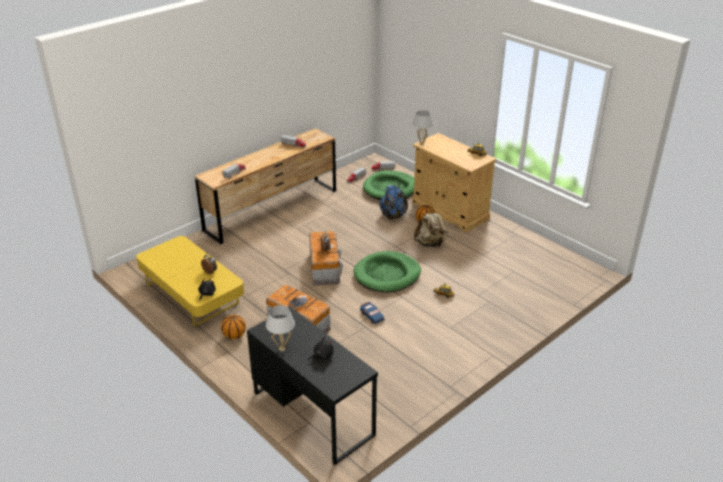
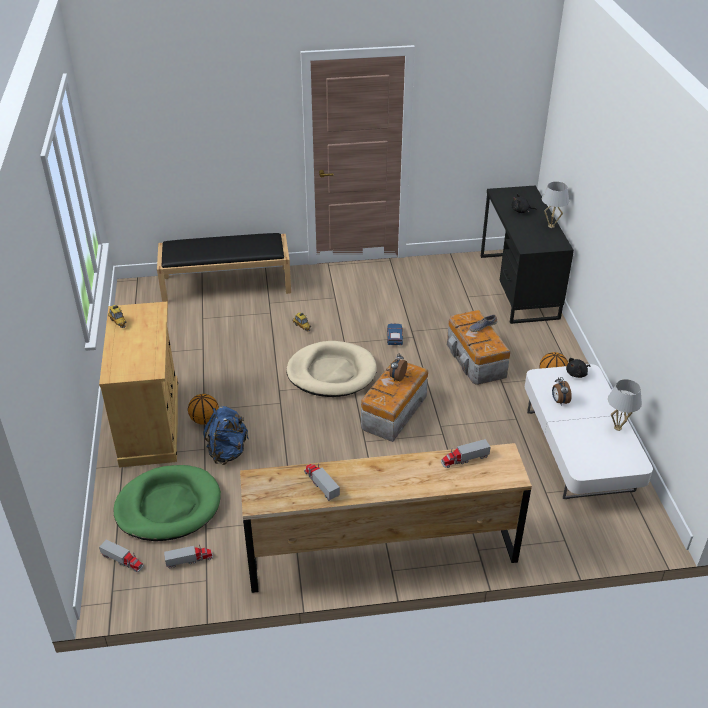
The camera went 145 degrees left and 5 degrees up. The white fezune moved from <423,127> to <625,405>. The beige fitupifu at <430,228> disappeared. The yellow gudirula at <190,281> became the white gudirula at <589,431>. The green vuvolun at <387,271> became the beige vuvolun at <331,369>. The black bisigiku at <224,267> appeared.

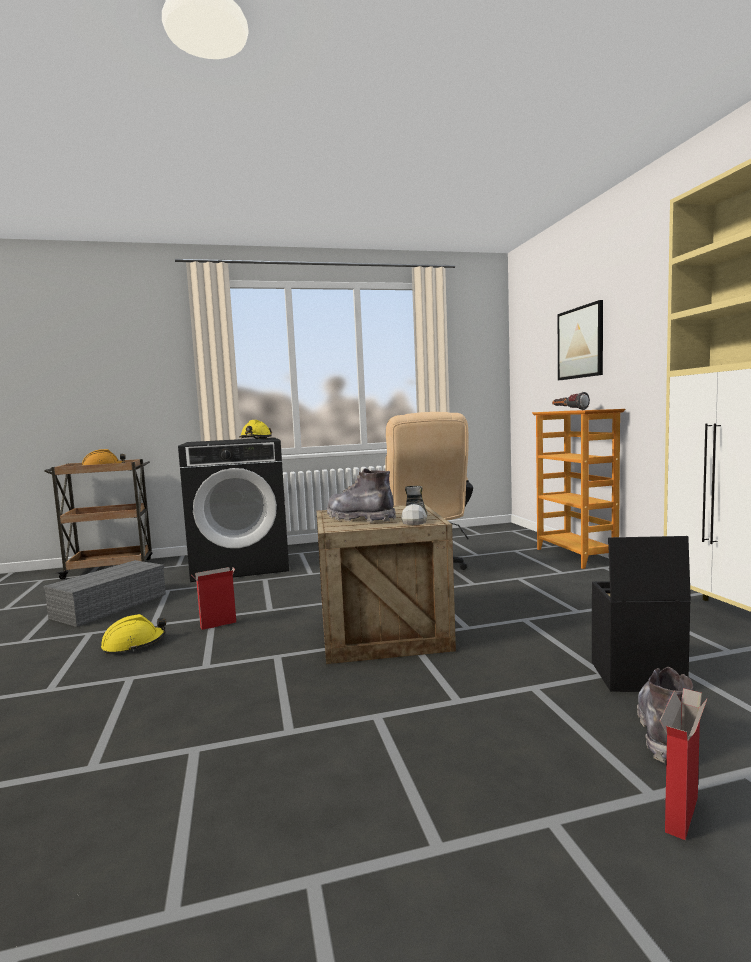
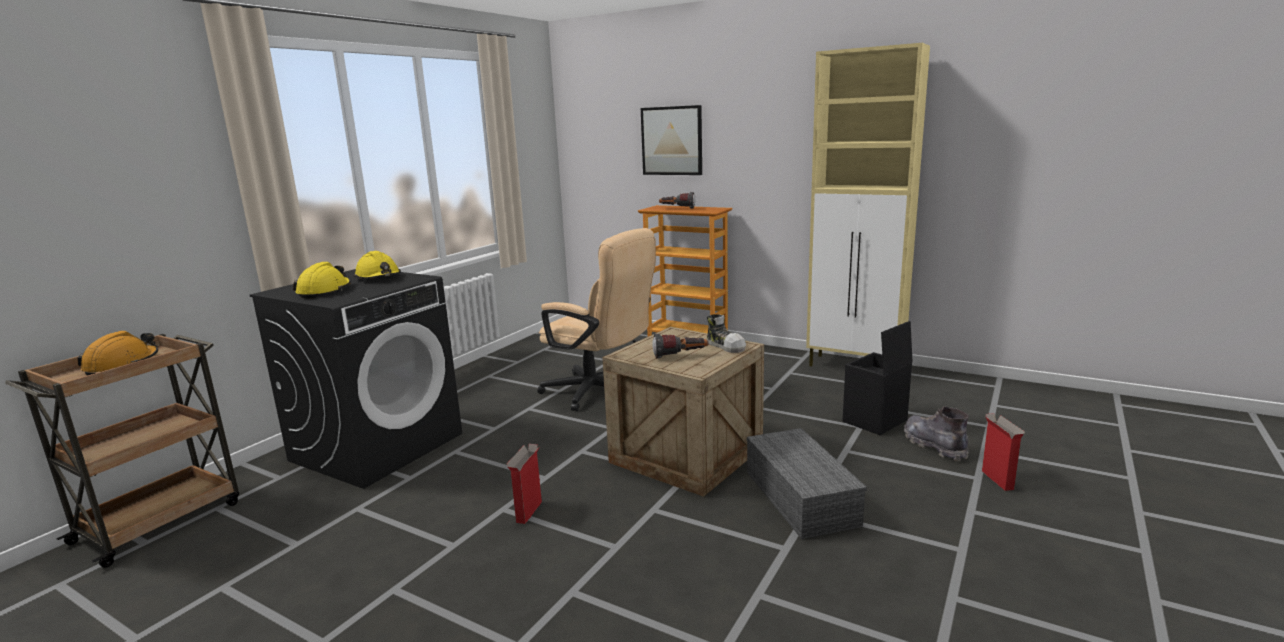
The camera went 45 degrees left and 10 degrees up. The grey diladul at <361,495> was replaced by the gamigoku at <680,345>. The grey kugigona moved from <104,593> to <807,483>. The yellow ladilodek moved from <133,634> to <322,280>.

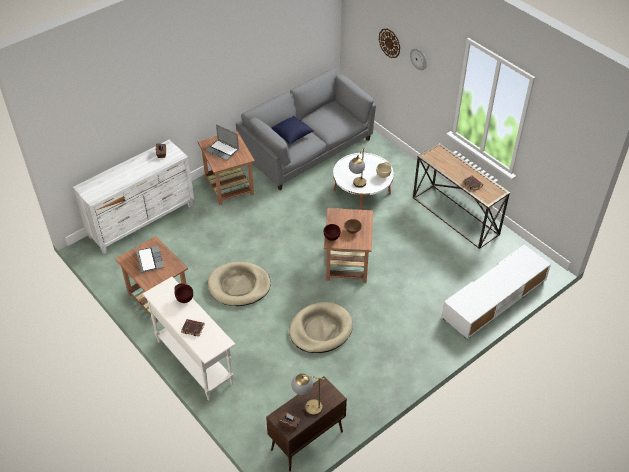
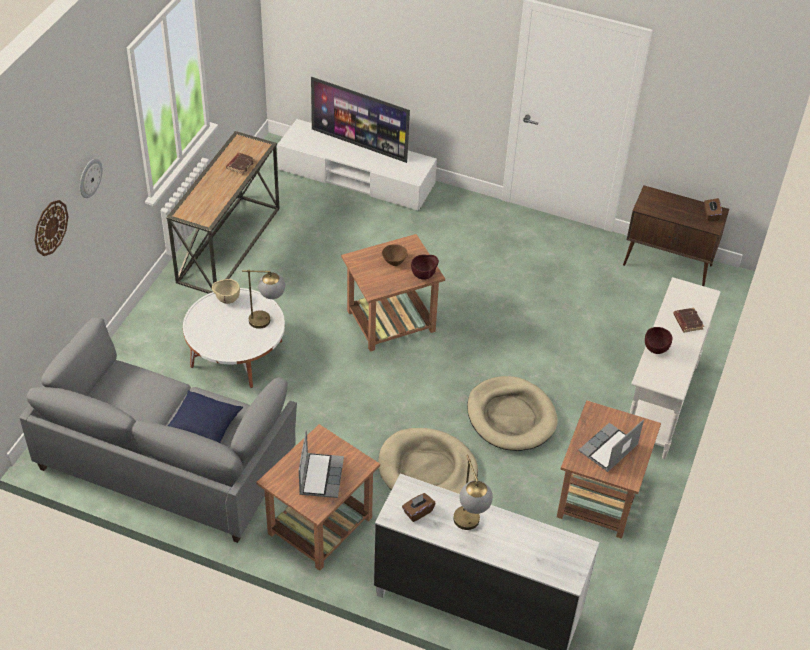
The camera went 120 degrees left and 0 degrees up. The beige vuvolun moved from <321,327> to <428,461>. The fezune moved from <308,394> to <473,492>. The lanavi at <360,120> appeared.

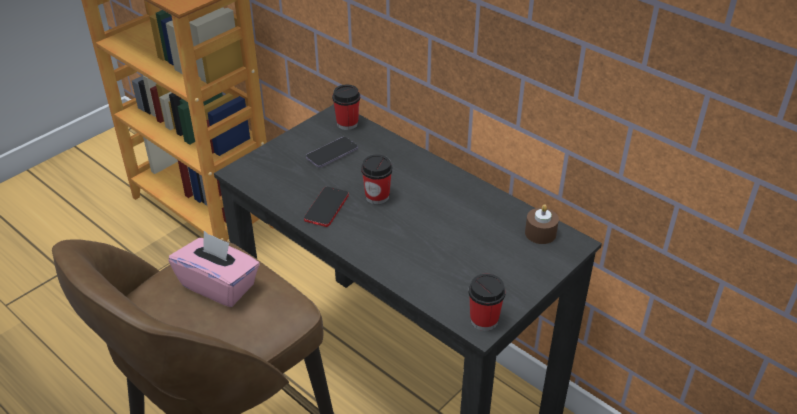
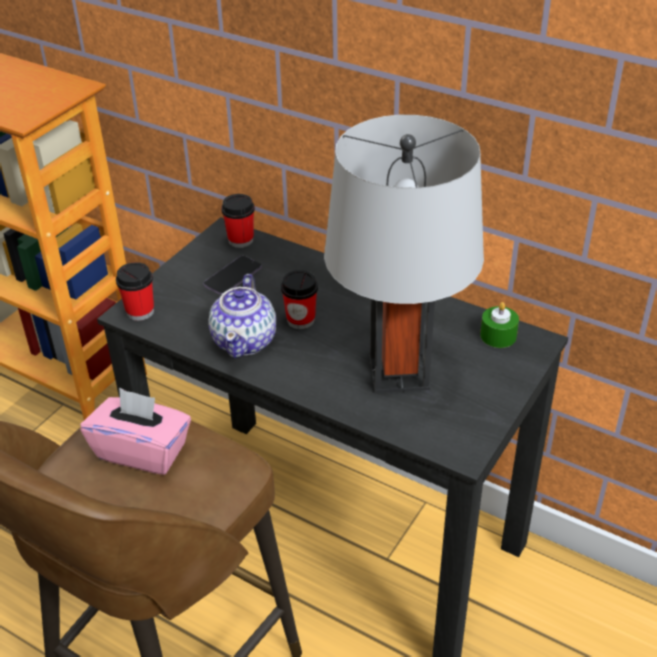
The camera went 10 degrees left and 0 degrees up. The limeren at <326,206> was replaced by the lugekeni at <242,316>. The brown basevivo at <542,224> became the green basevivo at <499,325>. The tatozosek moved from <487,302> to <135,291>. The grey fezune at <404,254> appeared.

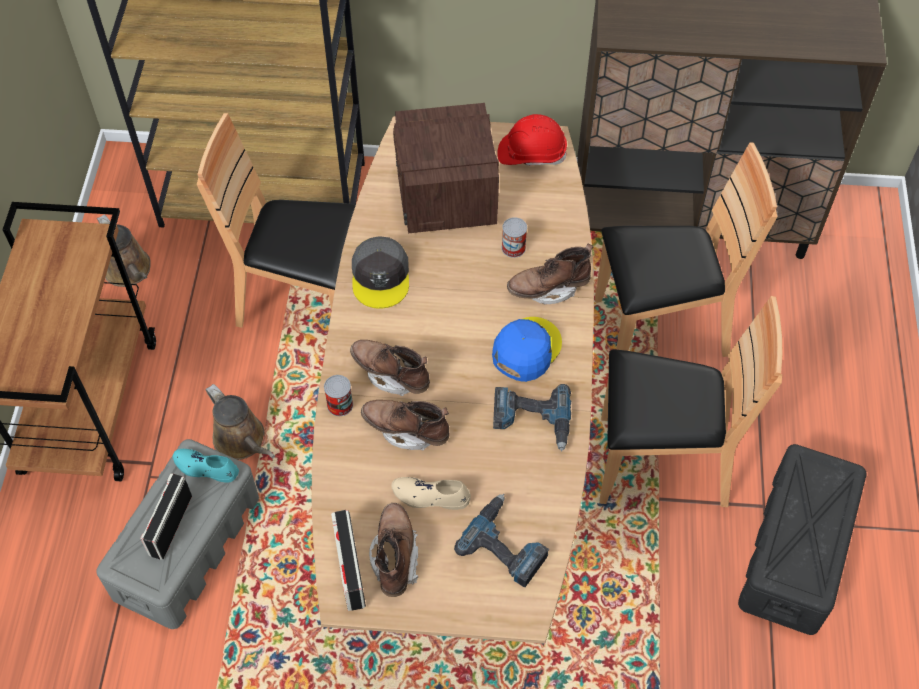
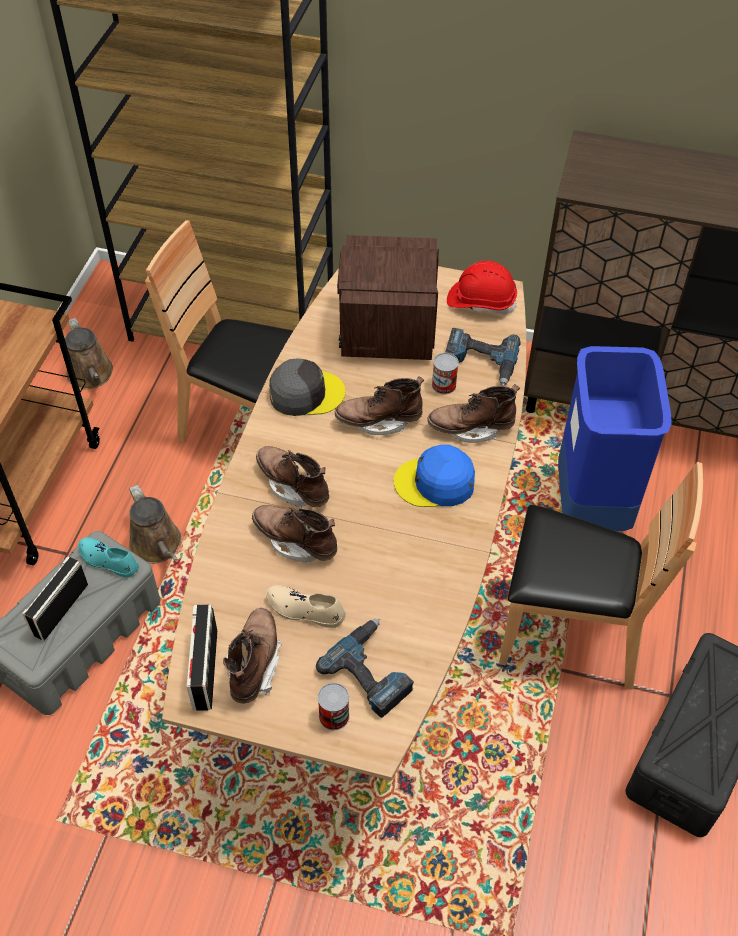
The camera went 10 degrees right and 5 degrees down. The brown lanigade at <686,250> was replaced by the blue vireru at <614,438>. The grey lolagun at <380,272> turned 105 degrees counterclockwise. The blue lolagun at <527,349> turned 135 degrees counterclockwise. The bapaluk moved from <338,395> to <333,706>. The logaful moved from <532,418> to <483,357>. The brown diladul at <379,405> appeared.

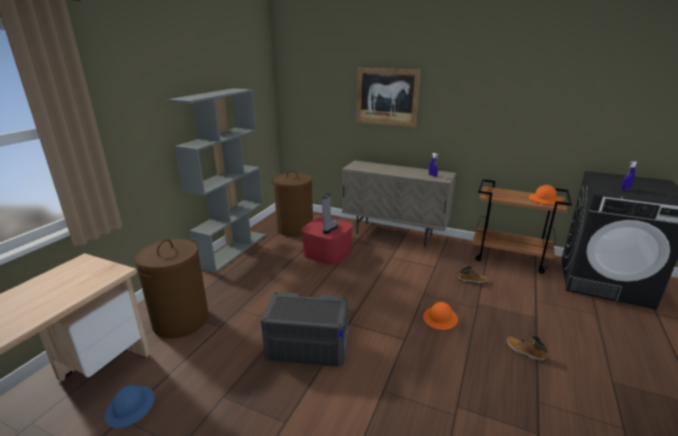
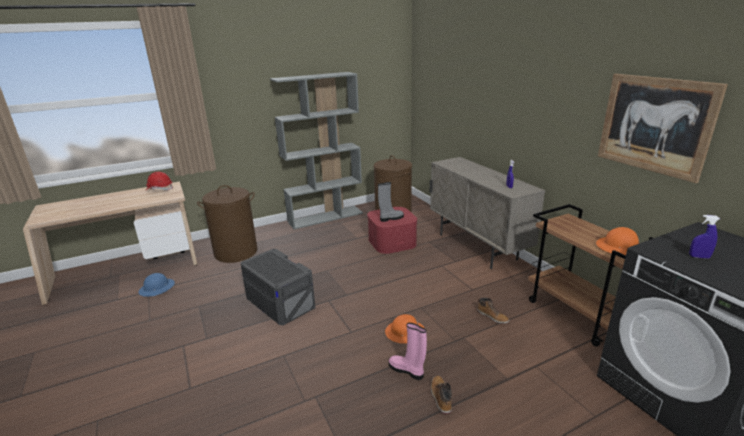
The camera went 40 degrees right and 0 degrees up. The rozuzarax moved from <388,97> to <663,128>. The red ladilodek at <159,181> appeared. The pink diladul at <408,351> appeared.

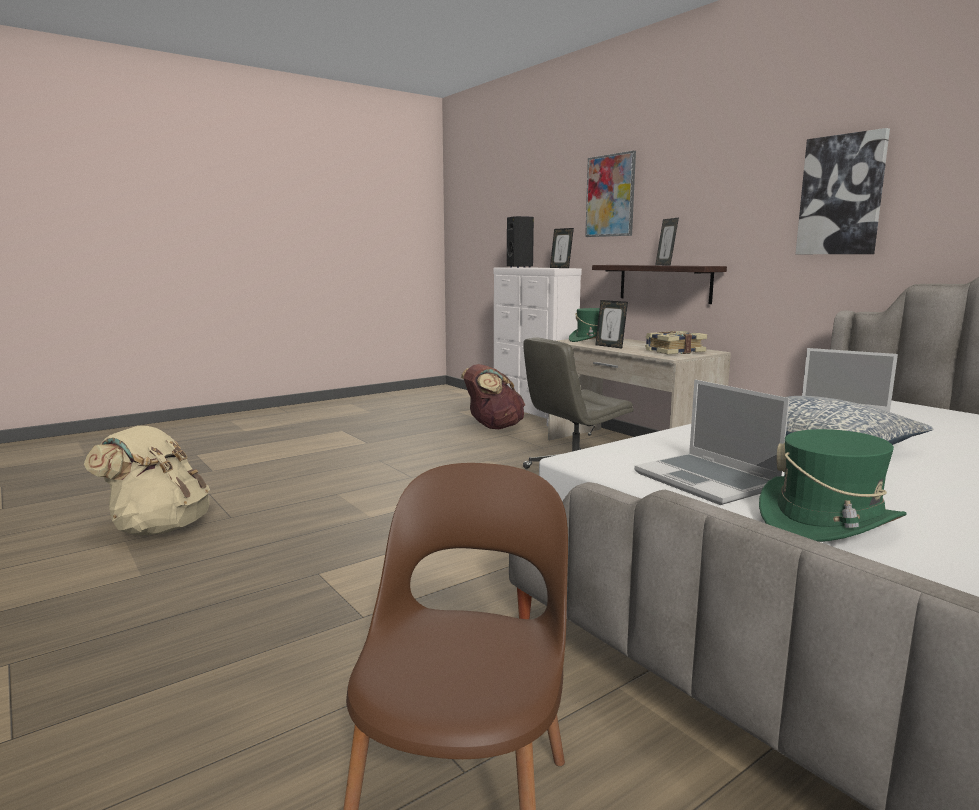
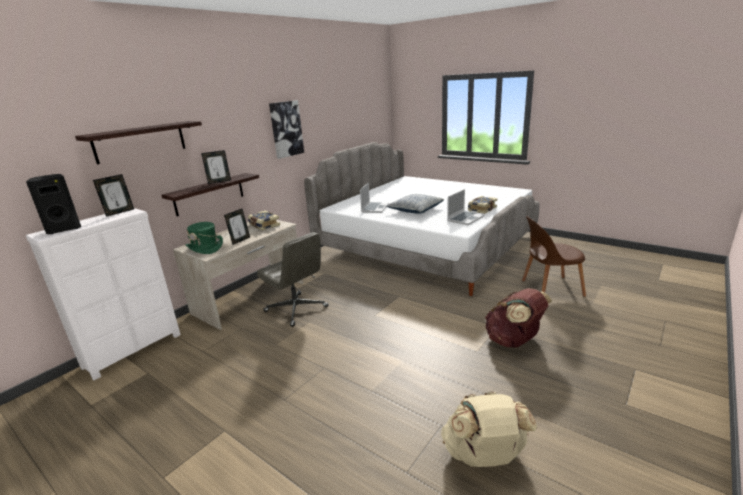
The camera went 105 degrees left and 10 degrees up. The rozuzarax at <610,194> was replaced by the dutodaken at <138,142>. The brown fitupifu moved from <493,396> to <518,317>. The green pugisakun at <833,485> was replaced by the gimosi at <482,205>.

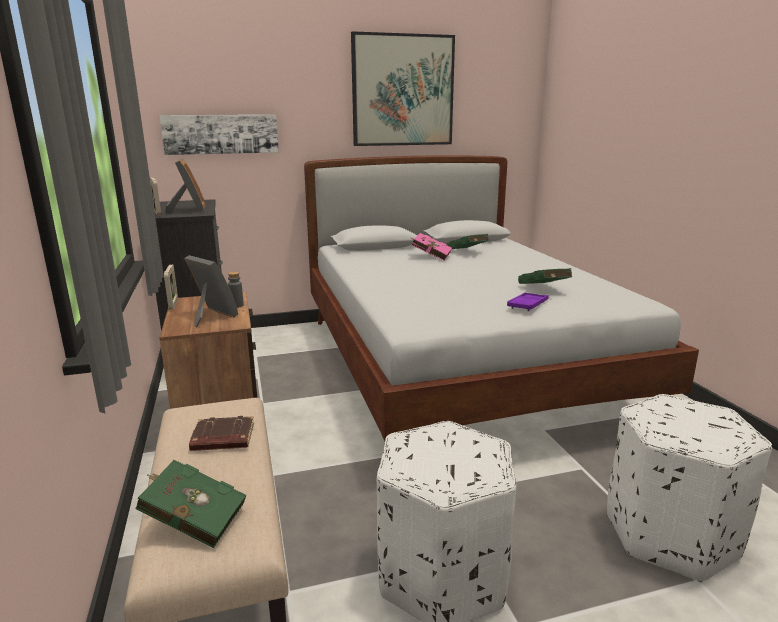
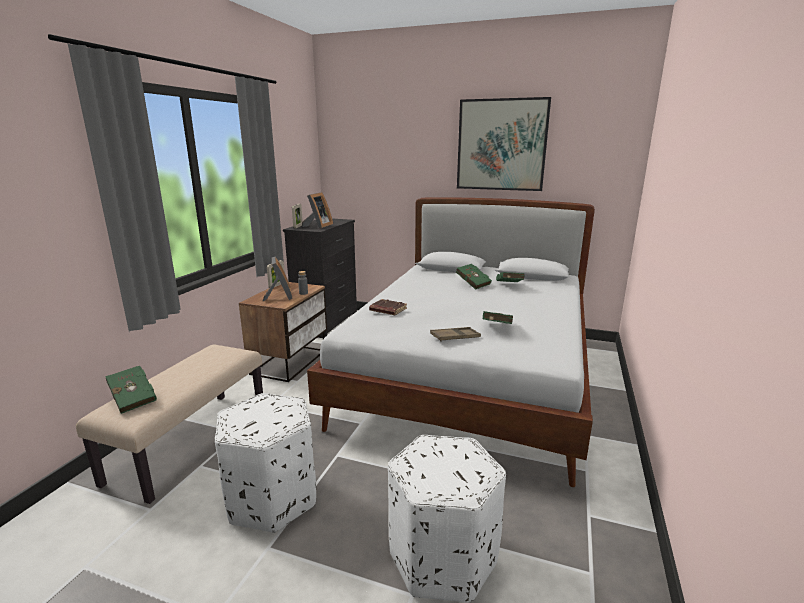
The camera went 35 degrees right and 0 degrees up. The rozuzarax at <219,135> disappeared. The pink gimosi at <431,247> became the green gimosi at <474,277>. The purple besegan at <527,301> became the brown besegan at <455,334>. The brown gimosi moved from <221,433> to <388,307>.

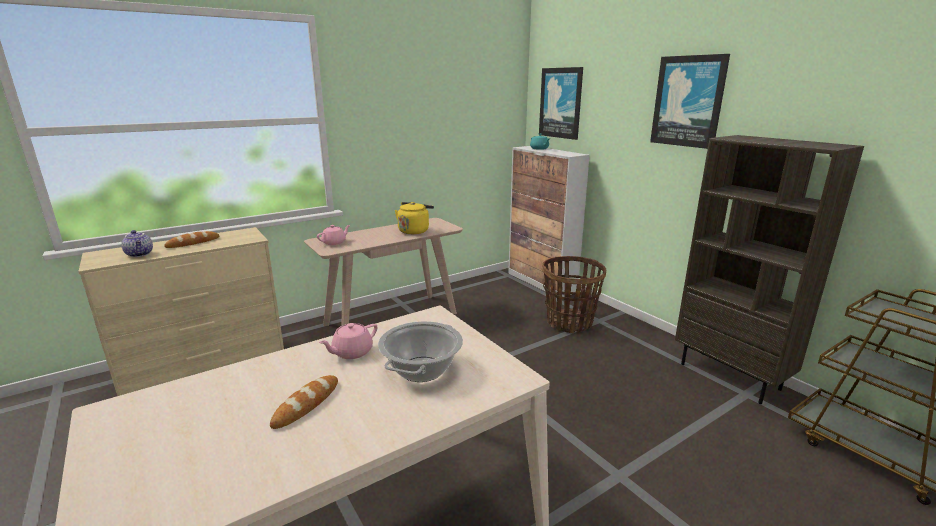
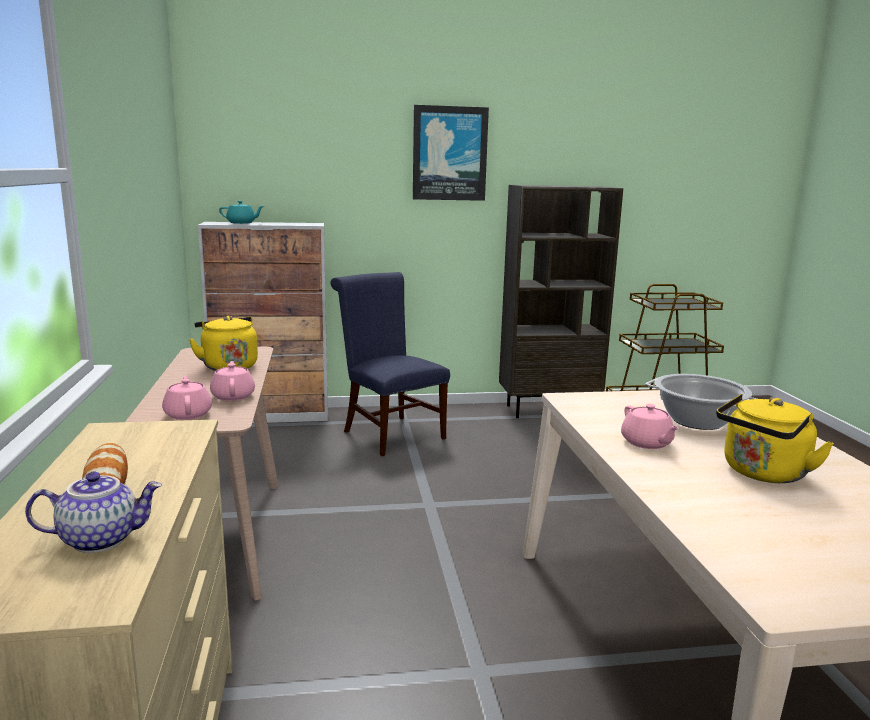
The camera went 65 degrees left and 5 degrees down. The rozuzarax at <561,103> disappeared. The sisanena at <574,295> was replaced by the blue lanigade at <390,364>. The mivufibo at <304,402> was replaced by the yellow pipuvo at <775,438>. The pink lugekeni at <232,381> appeared.

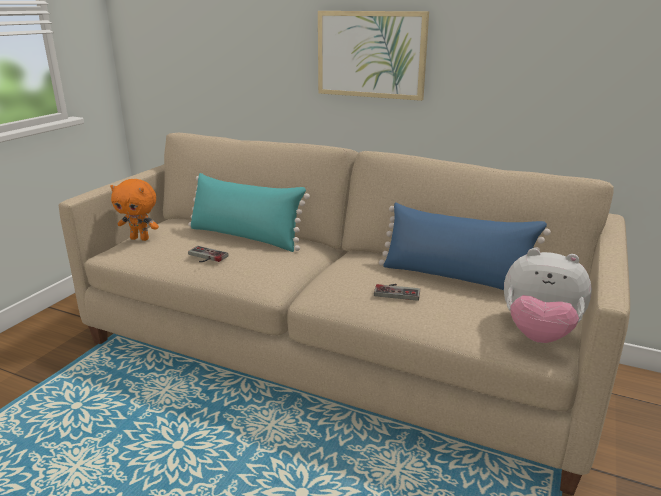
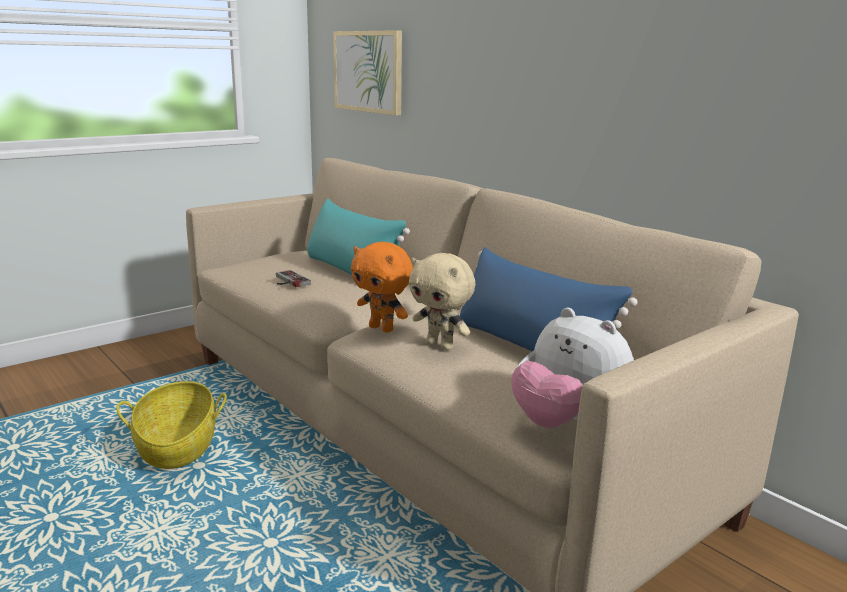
The camera went 25 degrees right and 5 degrees down. The rozuzarax moved from <373,56> to <367,73>. The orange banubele moved from <134,210> to <382,287>. The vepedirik at <397,292> was replaced by the beige banubele at <442,301>. The sisanena at <171,425> appeared.

